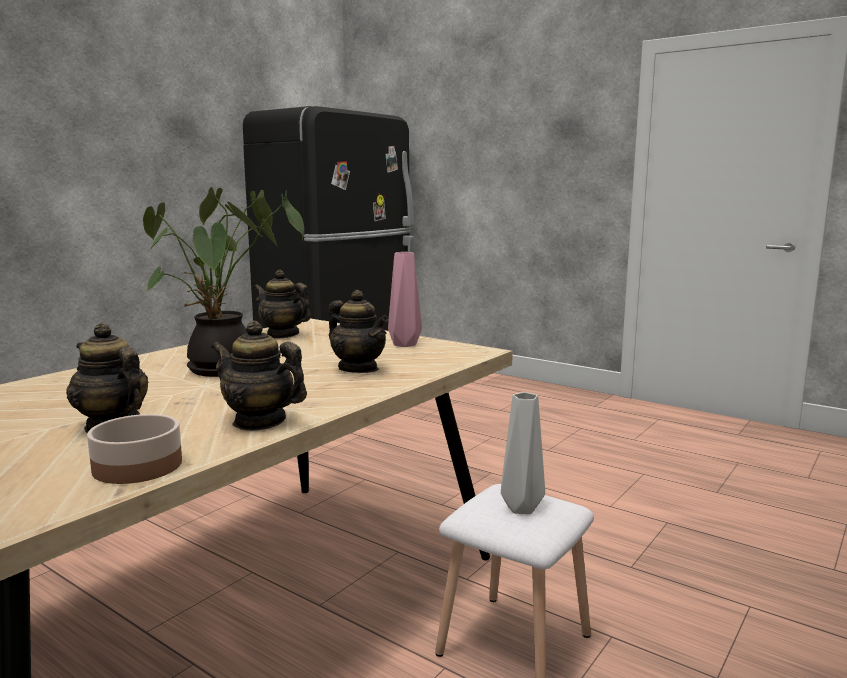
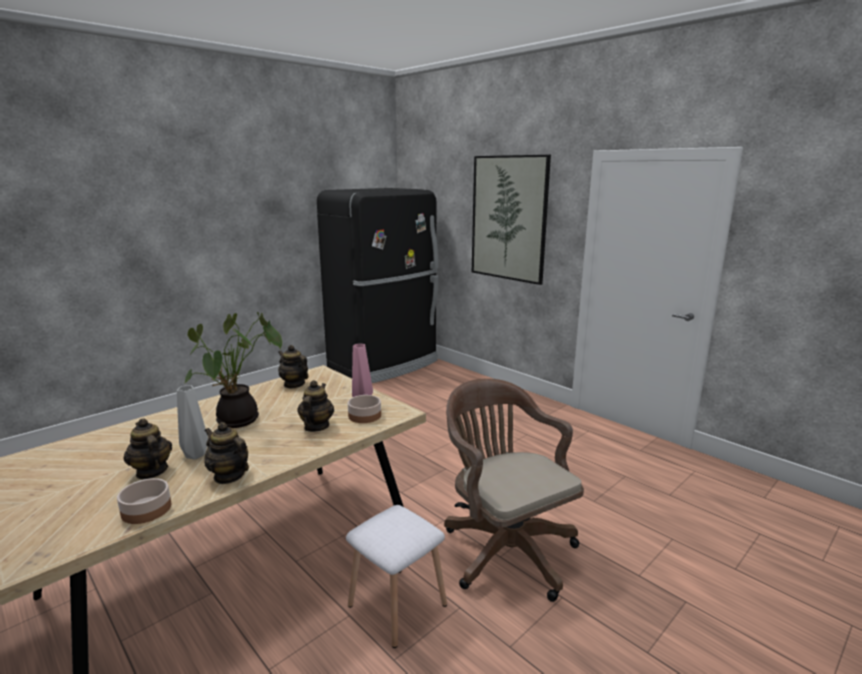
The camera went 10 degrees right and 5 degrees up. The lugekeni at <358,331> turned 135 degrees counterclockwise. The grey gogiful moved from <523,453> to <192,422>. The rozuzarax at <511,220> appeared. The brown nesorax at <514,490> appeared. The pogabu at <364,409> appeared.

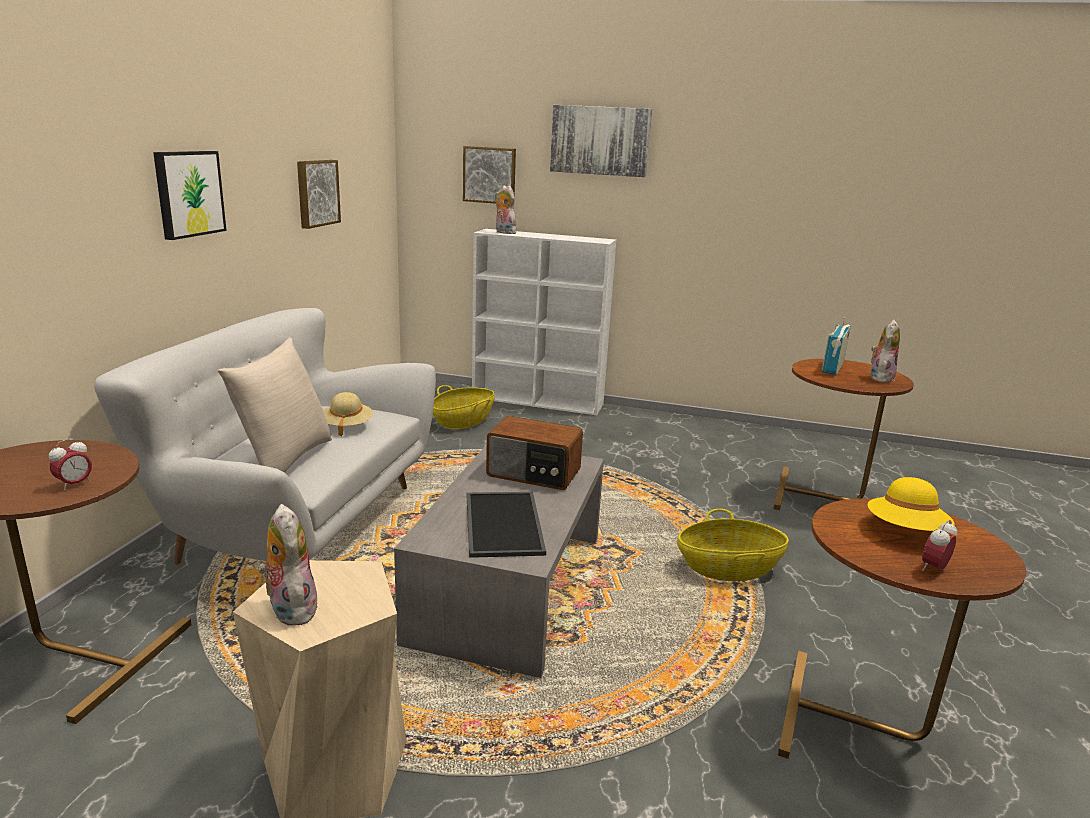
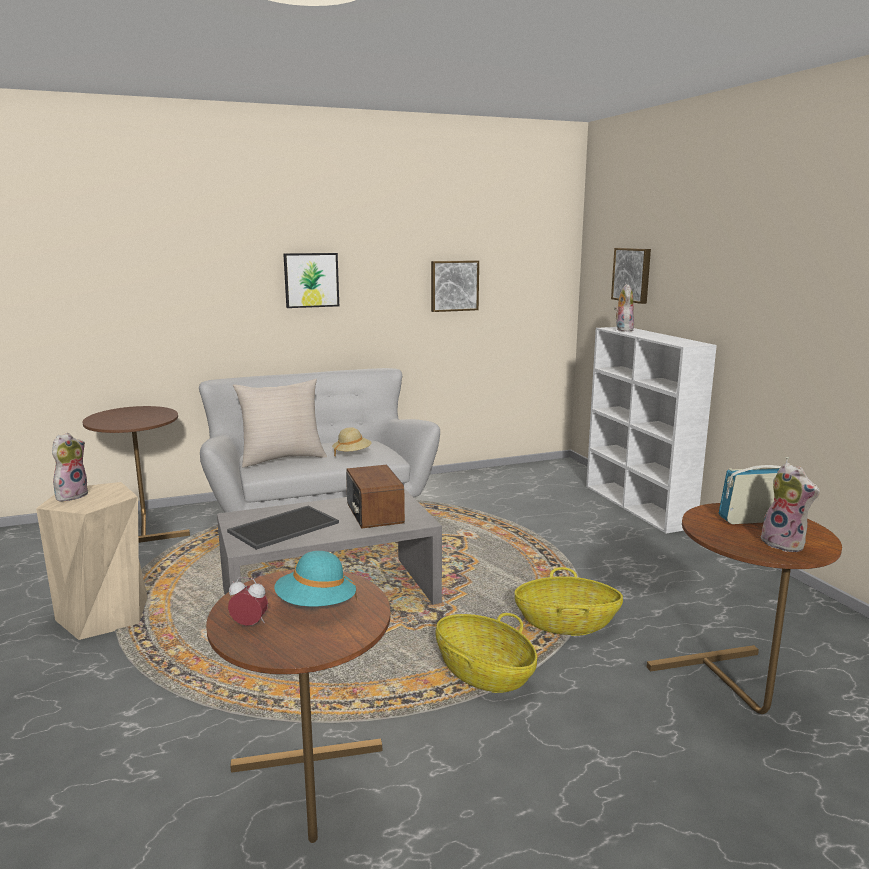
The camera went 55 degrees right and 5 degrees down. The rozuzarax at <601,141> disappeared. The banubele at <885,351> turned 60 degrees clockwise. The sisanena moved from <464,407> to <568,601>. The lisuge at <70,464> disappeared. The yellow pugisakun at <911,504> became the turquoise pugisakun at <315,579>.

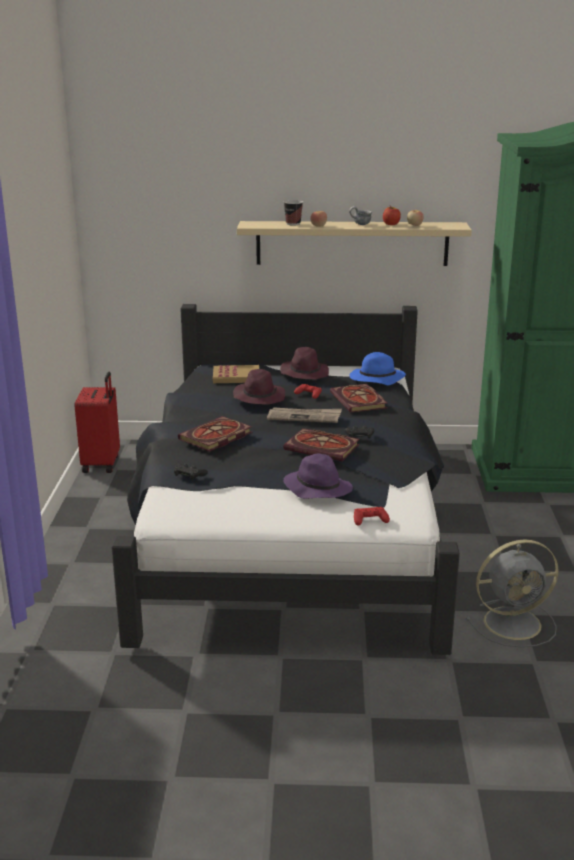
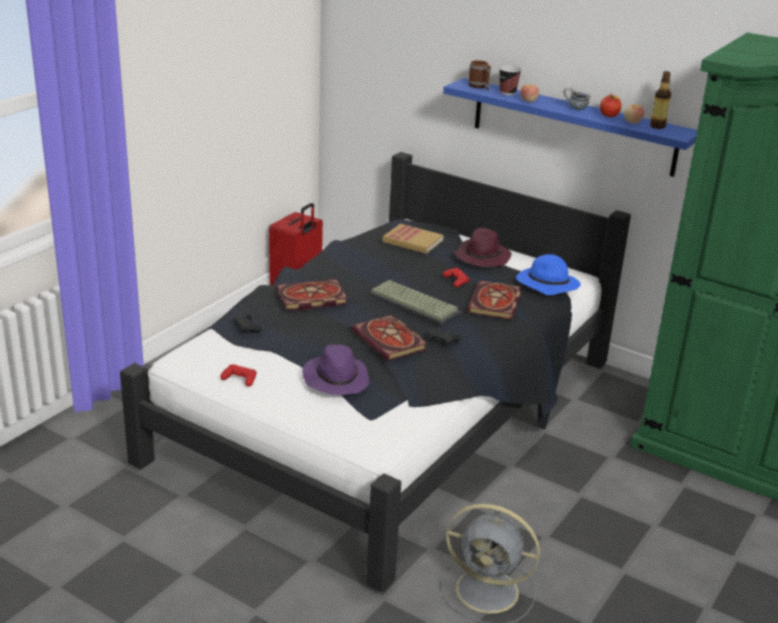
The camera went 30 degrees right and 5 degrees up. The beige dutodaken at <354,243> became the blue dutodaken at <570,127>. The purple pugisakun at <259,387> disappeared. The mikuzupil at <304,415> was replaced by the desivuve at <414,302>. The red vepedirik moved from <372,516> to <238,375>. The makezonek at <479,75> appeared. The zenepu at <660,100> appeared.

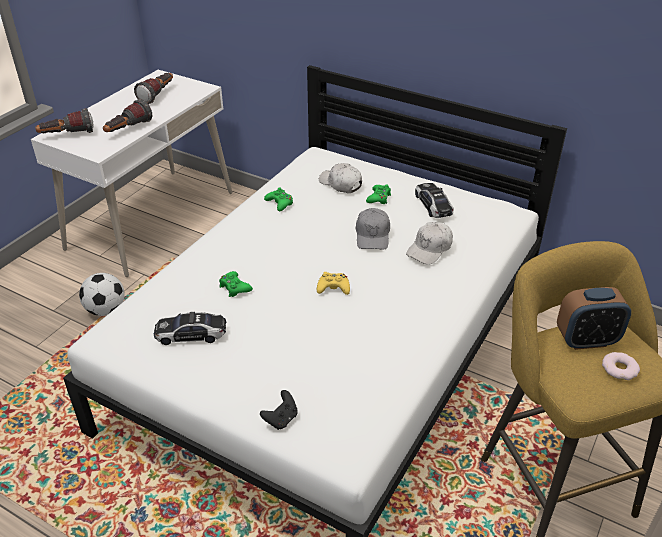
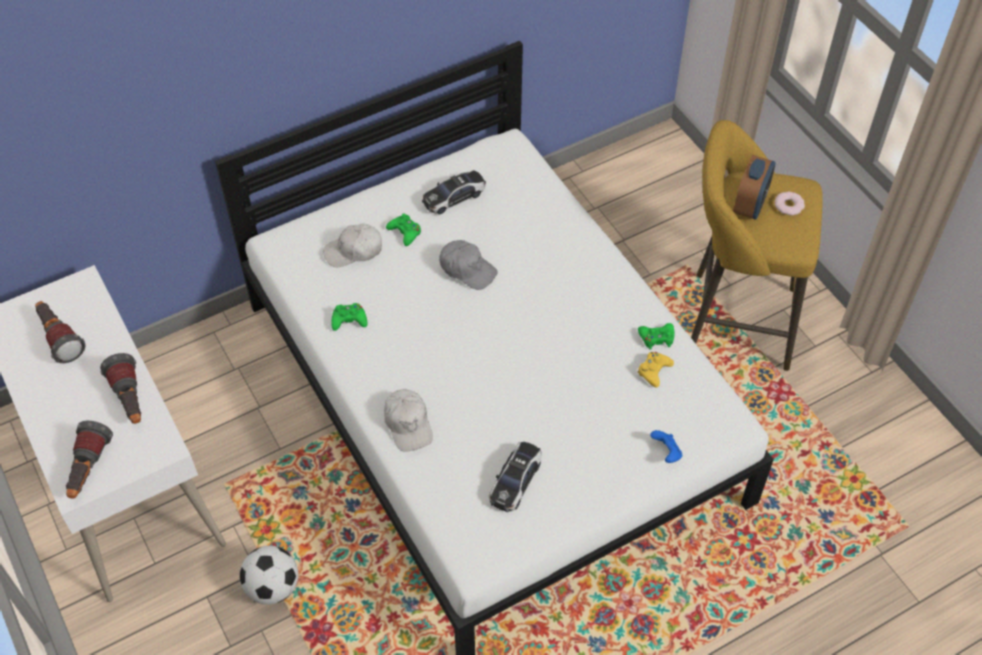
The camera went 60 degrees left and 15 degrees up. The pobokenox at <434,200> turned 45 degrees counterclockwise. The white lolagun moved from <429,243> to <408,420>. The green vepedirik moved from <236,284> to <656,336>. The yellow vepedirik moved from <333,283> to <656,370>. The black vepedirik at <279,410> became the blue vepedirik at <666,446>.

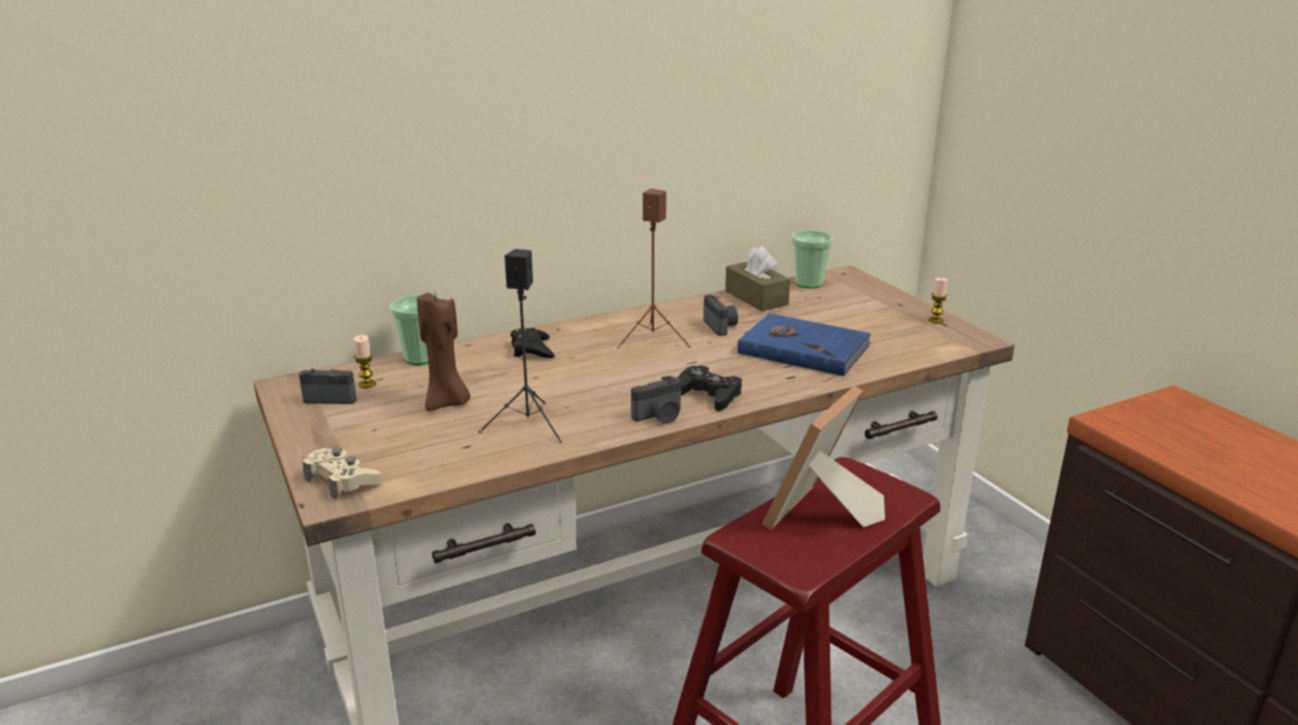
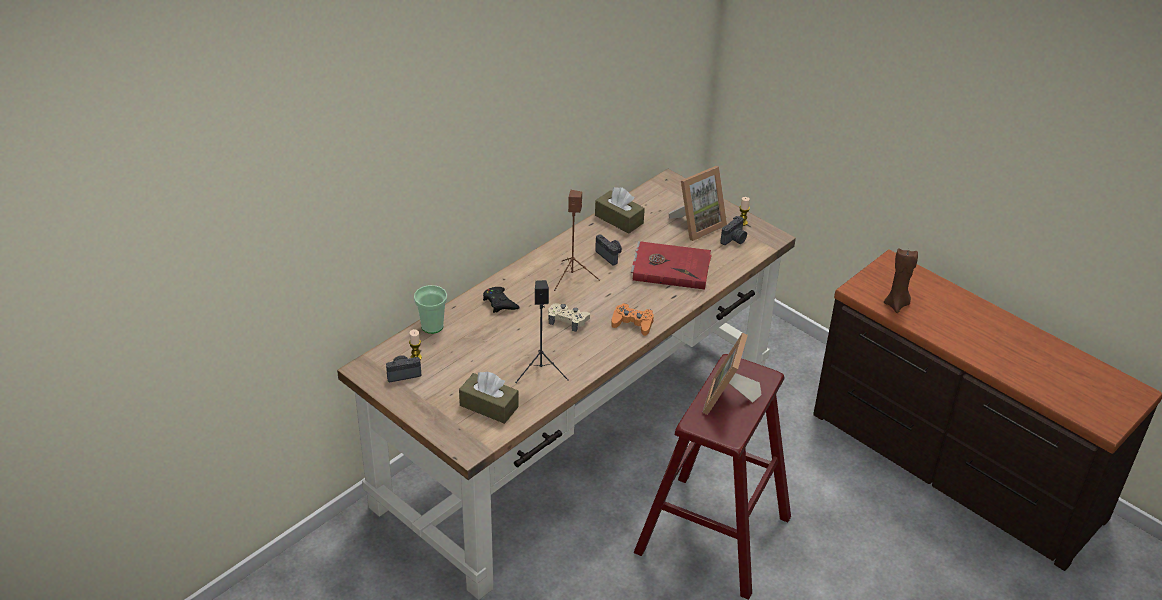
The camera went 20 degrees left and 15 degrees up. The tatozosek at <812,259> disappeared. The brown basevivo moved from <443,352> to <901,280>. The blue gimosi at <804,344> became the red gimosi at <671,265>. The black vepedirik at <710,388> became the orange vepedirik at <632,319>. The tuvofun moved from <656,399> to <733,230>. The beige vepedirik moved from <342,474> to <569,317>. The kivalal at <698,203> appeared. The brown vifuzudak at <489,398> appeared.

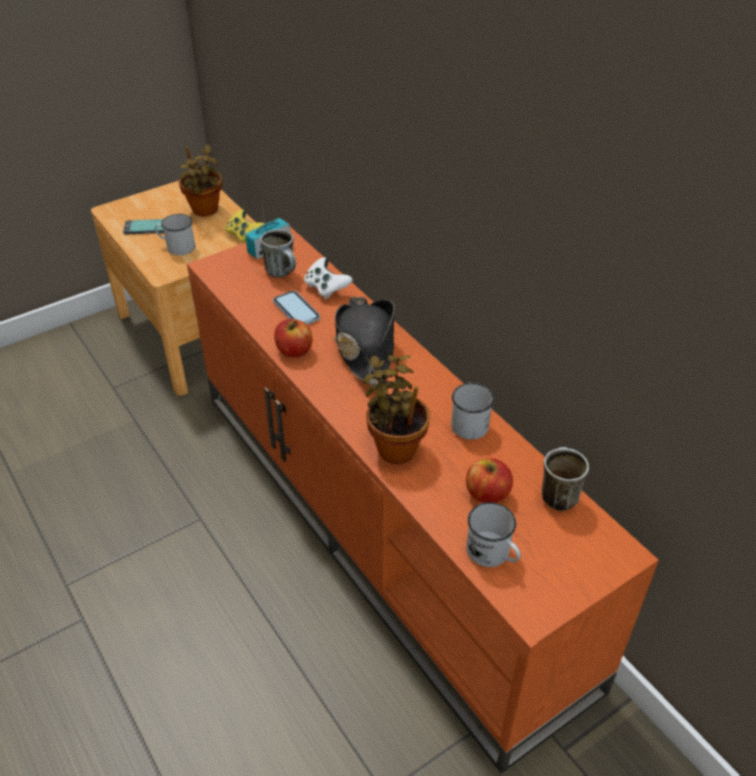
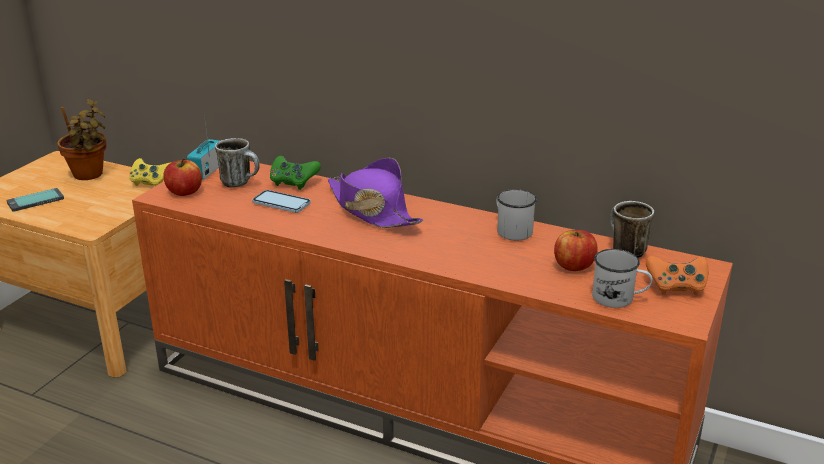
The camera went 30 degrees left and 15 degrees down. The white makezonek at <175,234> disappeared. The white vepedirik at <328,278> became the green vepedirik at <295,173>. The black pugisakun at <365,340> became the purple pugisakun at <375,193>. The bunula moved from <293,338> to <182,177>. The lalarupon at <396,409> disappeared. The orange vepedirik at <677,275> appeared.

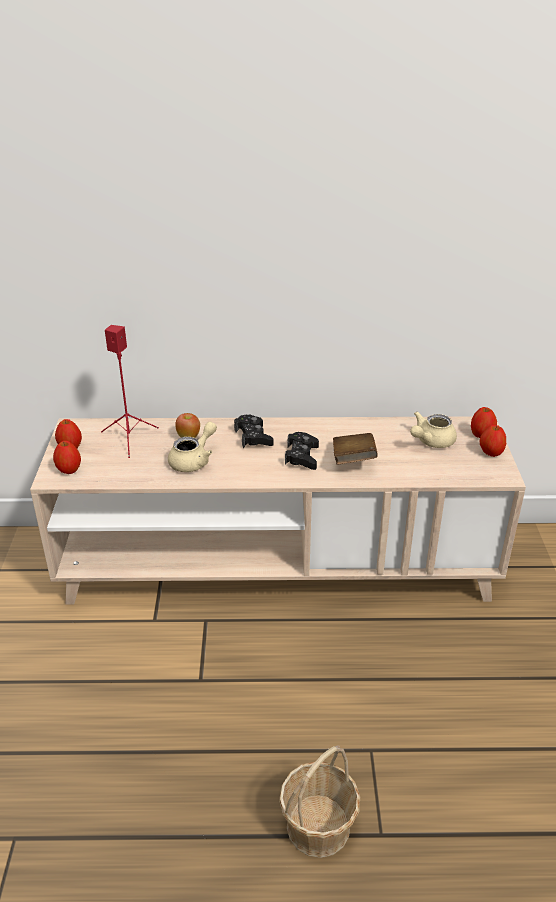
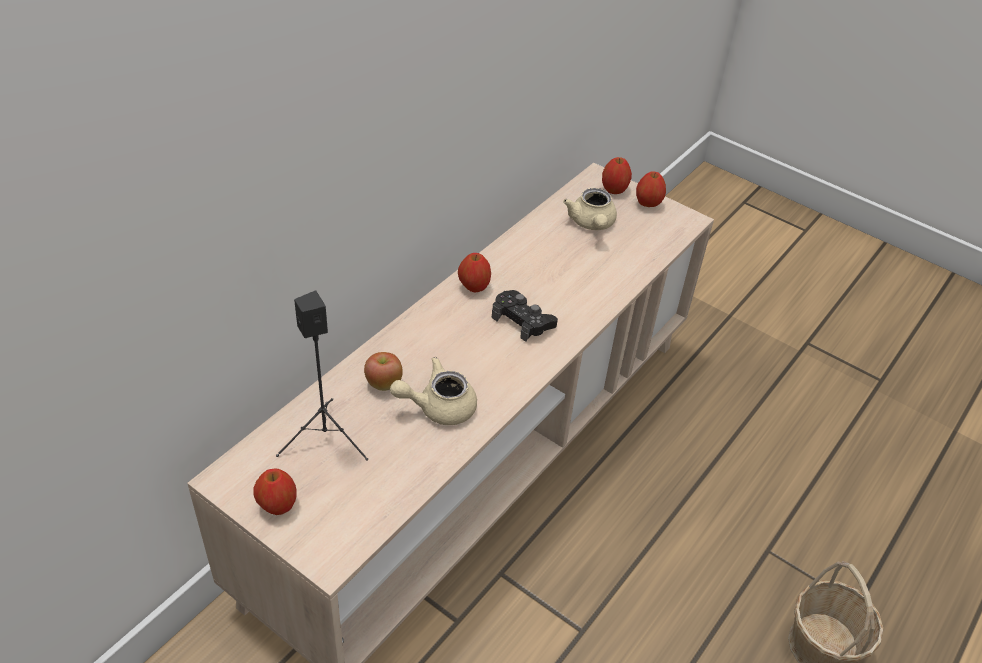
The camera went 55 degrees left and 10 degrees up. The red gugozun at <130,391> became the black gugozun at <322,375>. The black vepedirik at <254,431> disappeared. The beige lugekeni at <192,447> turned 90 degrees counterclockwise. The brown gimosi at <355,449> disappeared. The bunula moved from <67,457> to <474,272>.

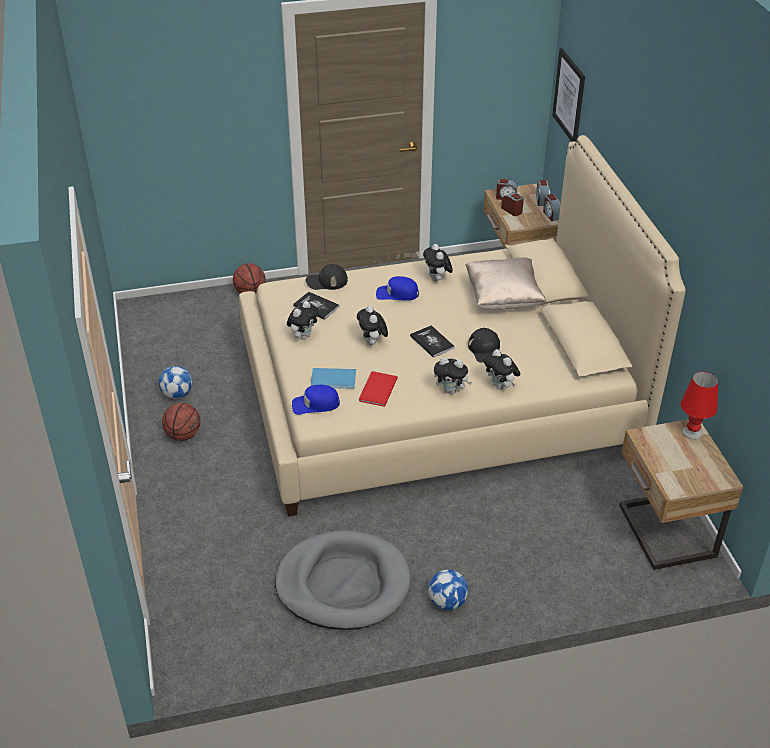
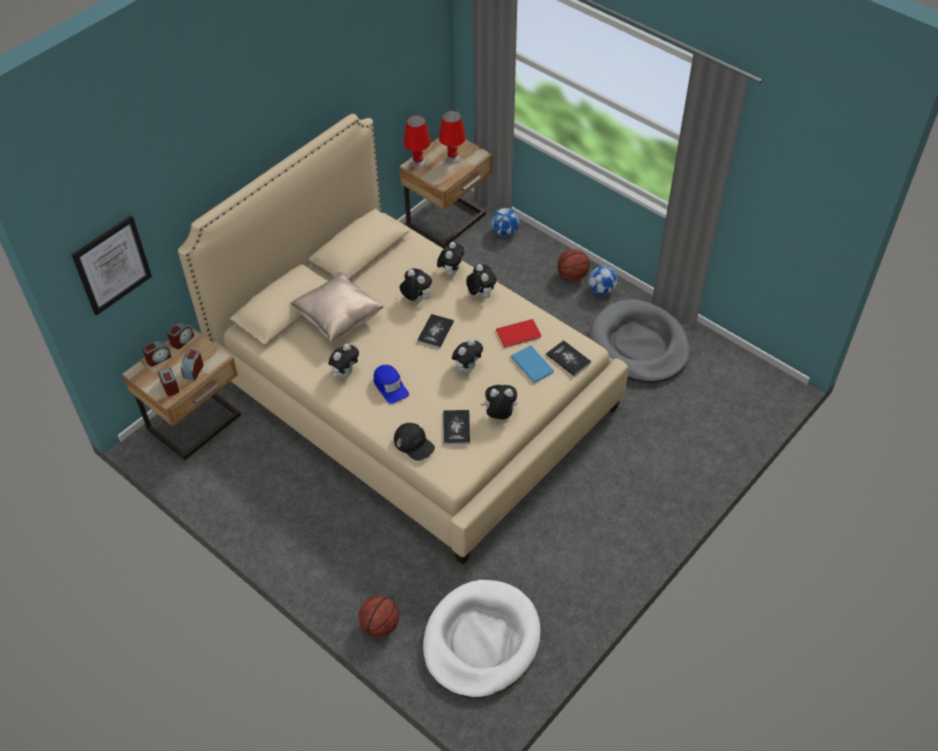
The camera went 125 degrees left and 10 degrees up. The black lolagun at <484,345> was replaced by the banubele at <415,284>. The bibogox moved from <175,382> to <505,222>. The blue lolagun at <316,400> was replaced by the gimosi at <568,358>. The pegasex moved from <181,422> to <573,265>. The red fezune at <452,137> appeared. The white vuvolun at <481,639> appeared.

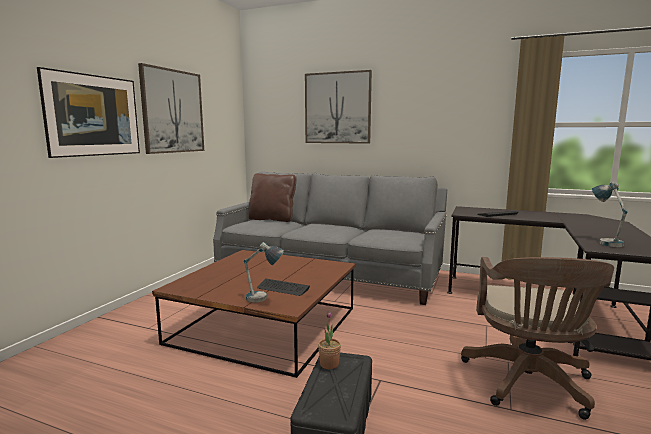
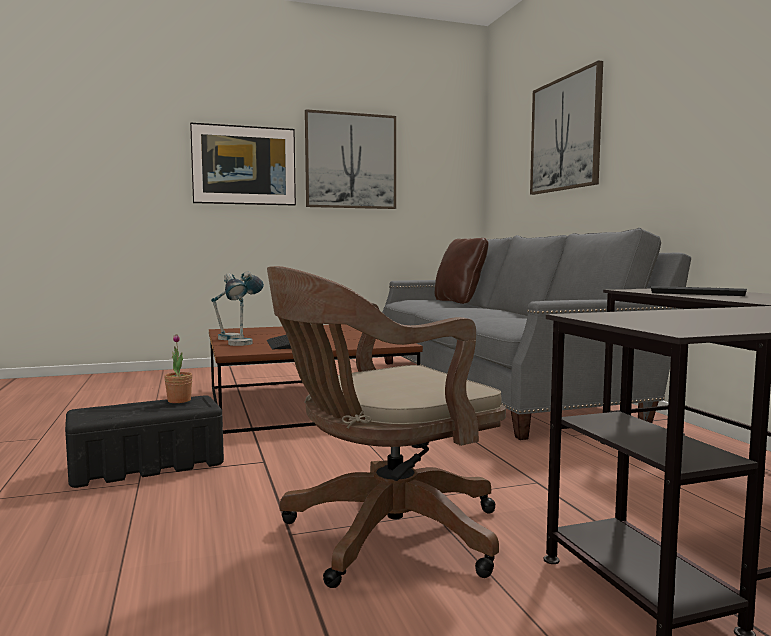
The camera went 50 degrees right and 5 degrees down. The fezune moved from <609,214> to <237,305>.

